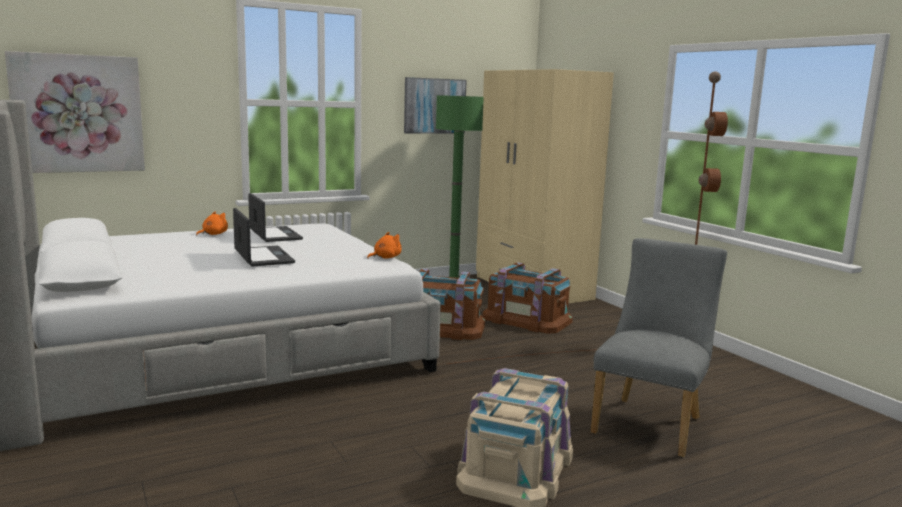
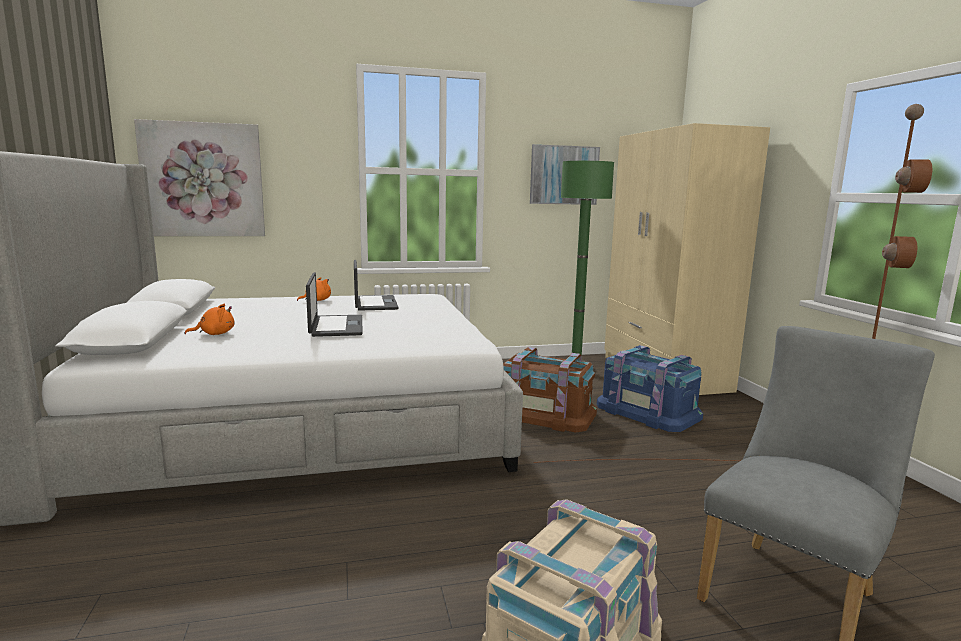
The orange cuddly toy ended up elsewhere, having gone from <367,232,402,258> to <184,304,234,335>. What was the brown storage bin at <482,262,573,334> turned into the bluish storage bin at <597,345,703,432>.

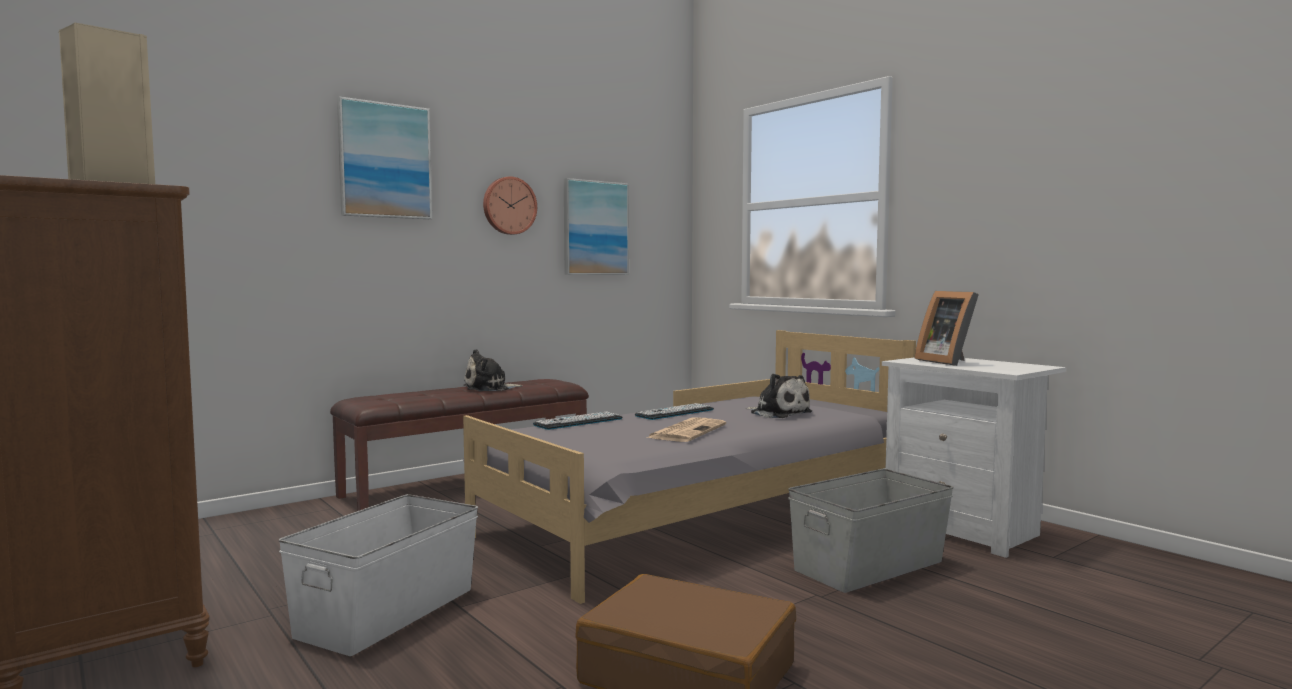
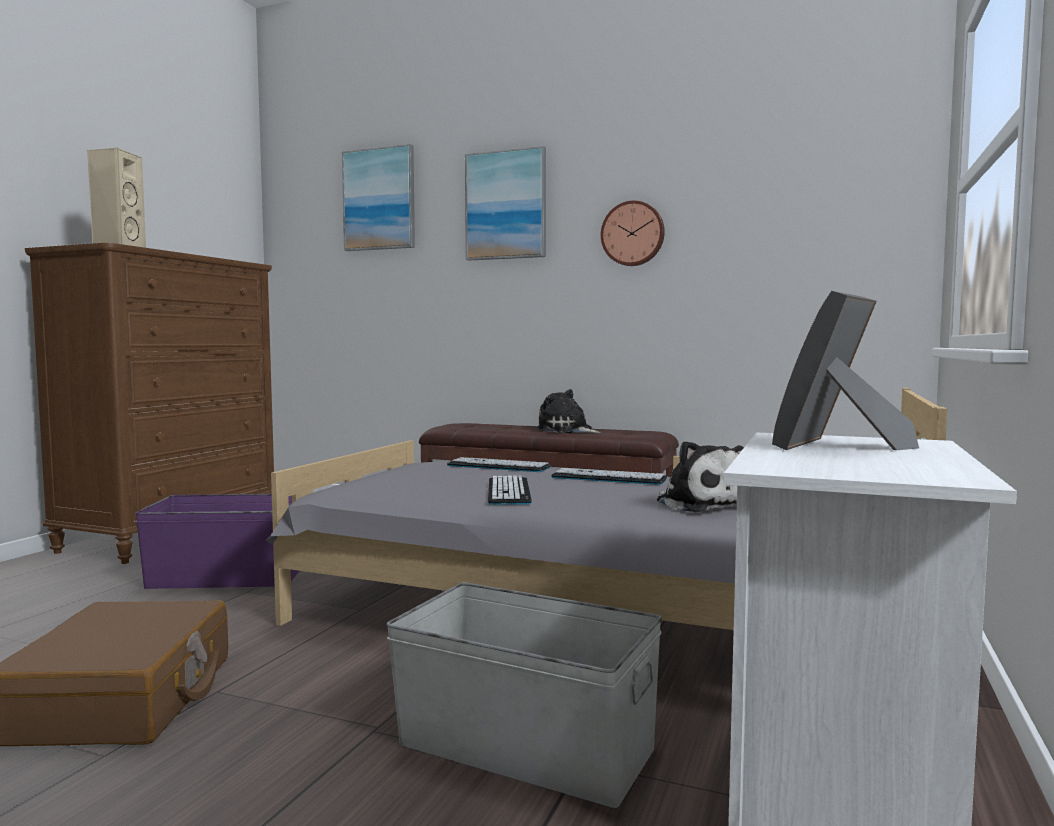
The wall art ended up elsewhere, having gone from <564,178,629,275> to <342,144,415,251>. The cuddly toy at <746,374,812,418> ended up facing another way, 45 degrees counterclockwise from before. Where the printed paper stood at <646,417,726,442>, the keyboard came to stand at <488,475,532,505>. What was the white storage bin at <279,494,478,656> turned into the purplish storage bin at <135,494,299,589>.

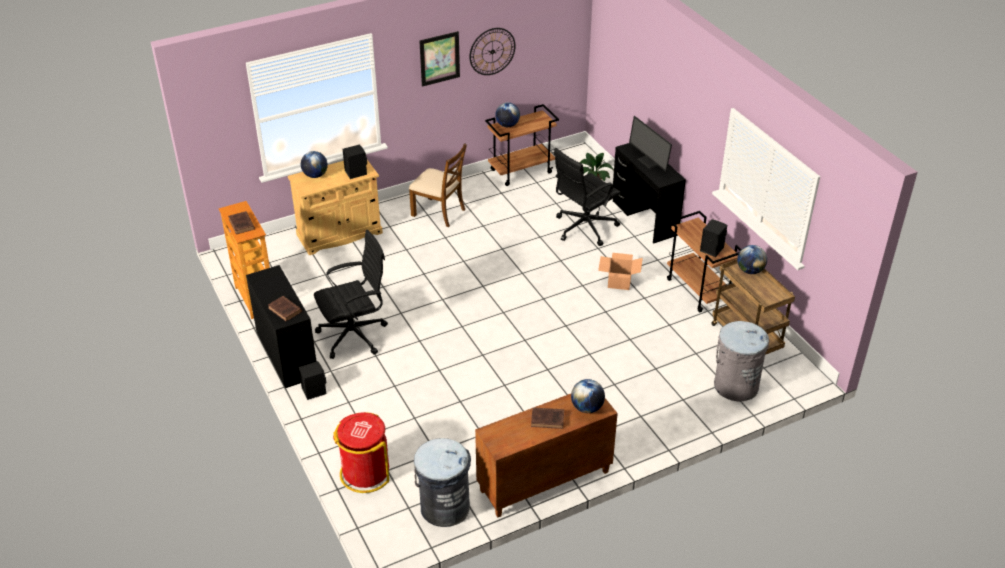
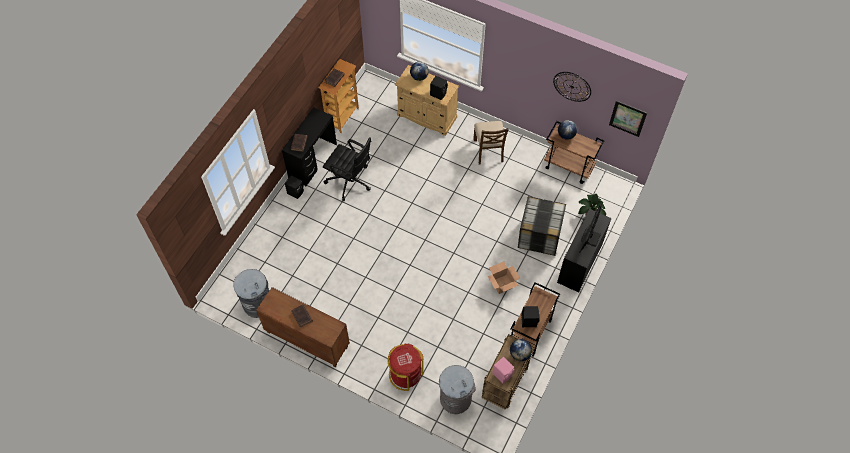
The wall art ended up elsewhere, having gone from <419,31,460,87> to <609,100,647,137>. Where the black office chair stood at <554,148,621,246>, the storage bin came to stand at <518,196,566,256>. The second view lost the globe at <571,379,605,413>. The reddish rubbish bin ended up elsewhere, having gone from <333,412,389,493> to <388,344,424,391>. The second view gained the pink loudspeaker at <493,357,515,384>.

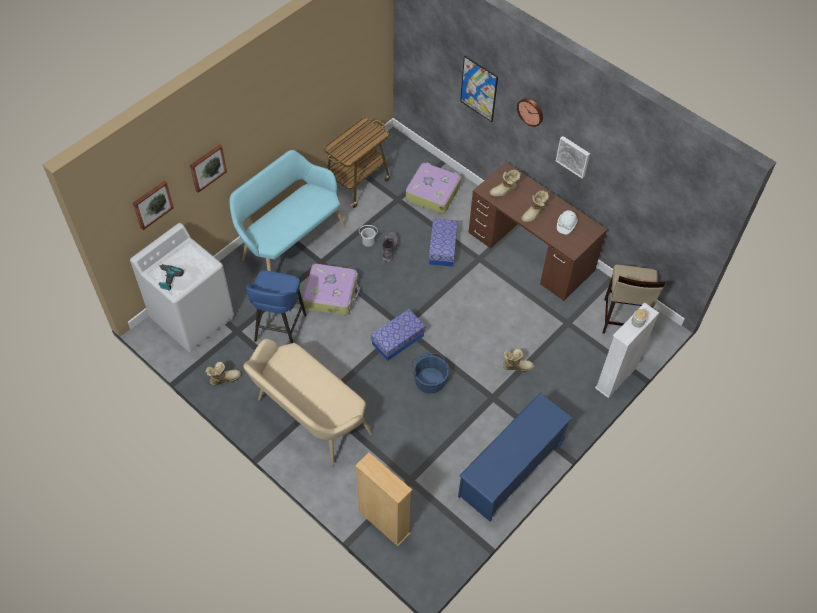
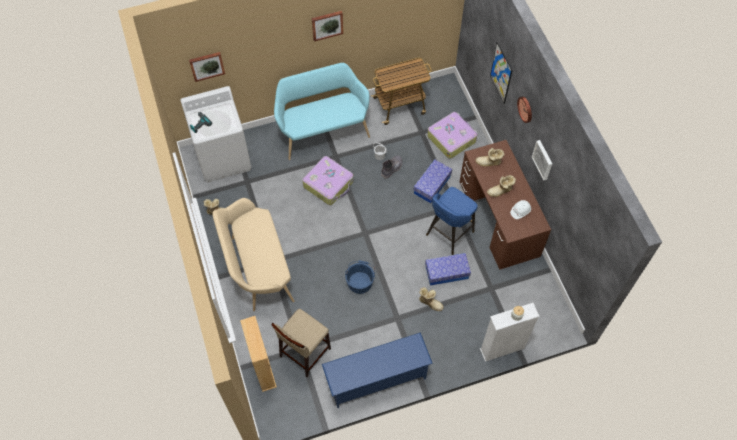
The wall art ended up elsewhere, having gone from <190,144,227,193> to <312,11,343,41>. The beige-coloured sitting stool ended up elsewhere, having gone from <603,264,665,334> to <271,308,331,377>. The bluish sitting stool ended up elsewhere, having gone from <246,270,307,343> to <426,187,478,255>. The storage bin ended up elsewhere, having gone from <371,309,426,361> to <425,253,471,286>.

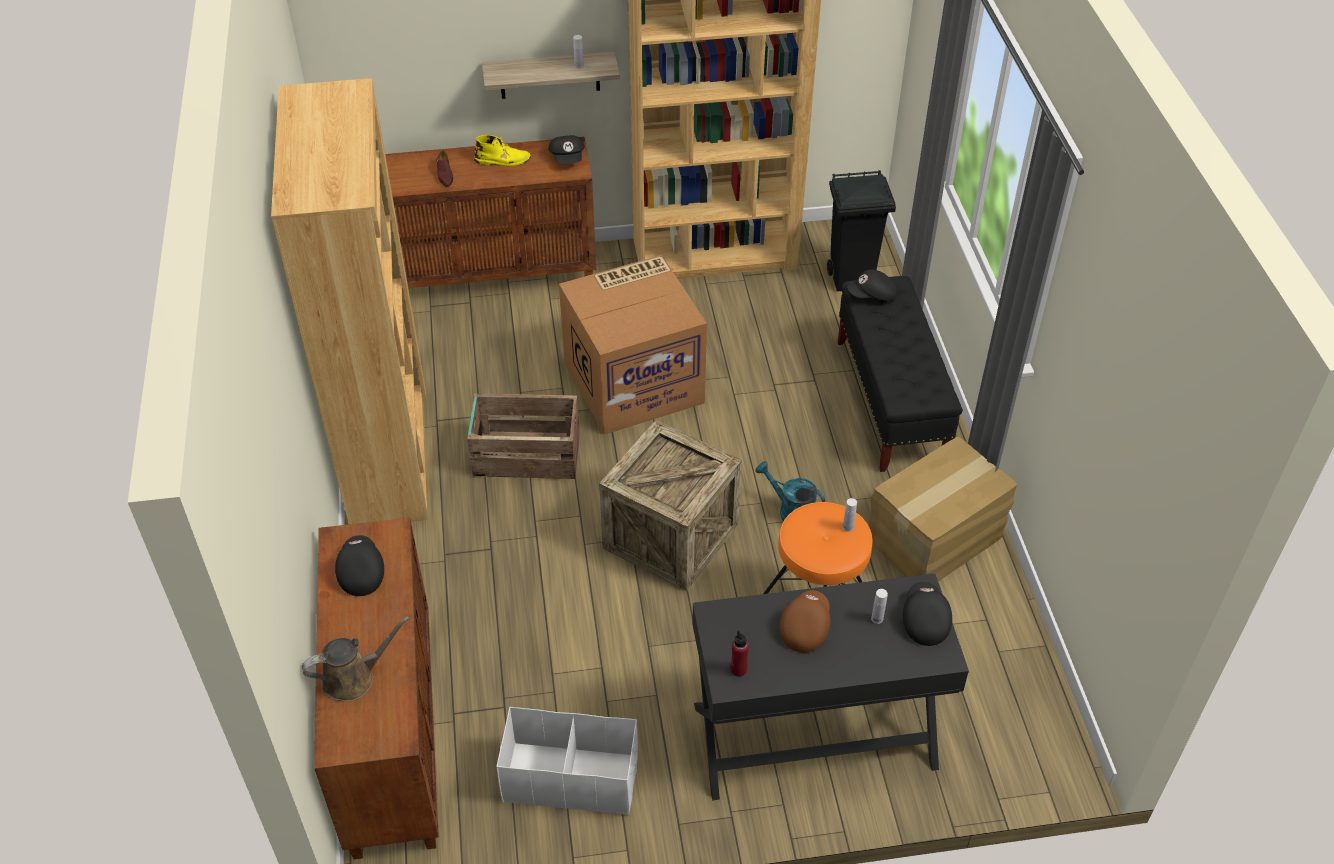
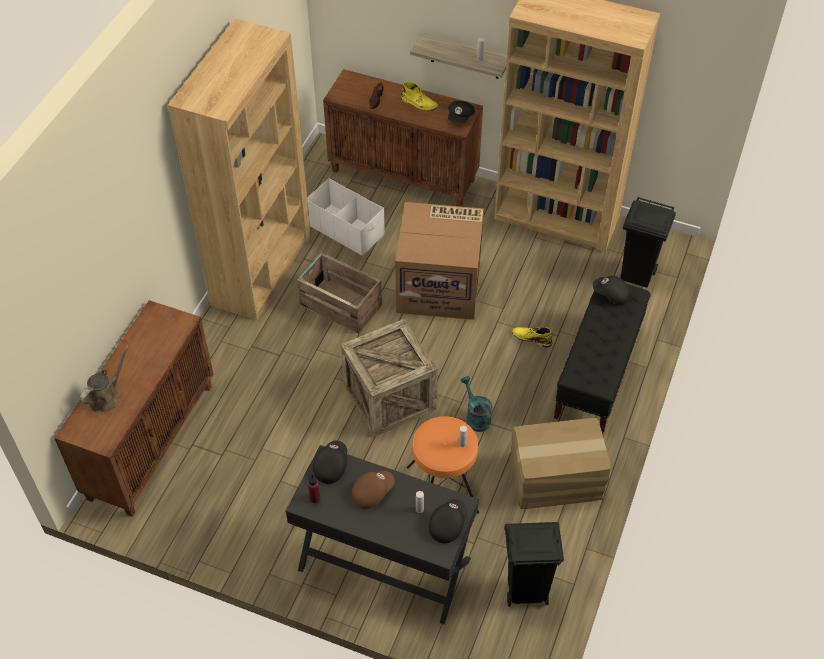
The black baseball cap ended up elsewhere, having gone from <335,535,384,596> to <313,441,347,484>. The brown watering can at <302,616,410,702> ended up facing another way, 60 degrees counterclockwise from before. The white storage bin ended up elsewhere, having gone from <496,707,638,816> to <307,178,385,256>. The second view gained the yellow tall boot at <512,327,553,348>. The second view gained the black rubbish bin at <505,522,564,607>.

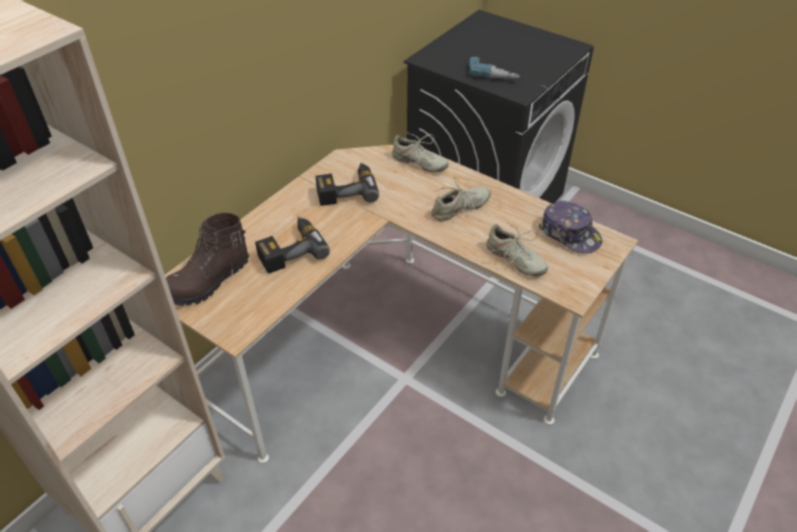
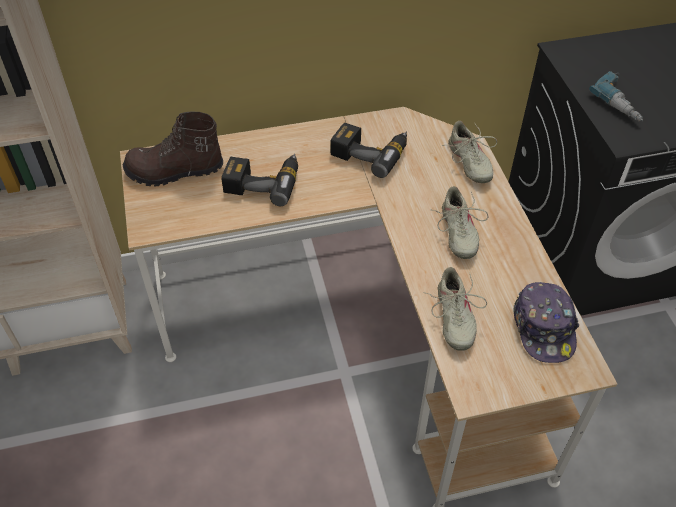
The beige-coloured shoe at <431,176,491,222> ended up facing another way, 75 degrees clockwise from before.

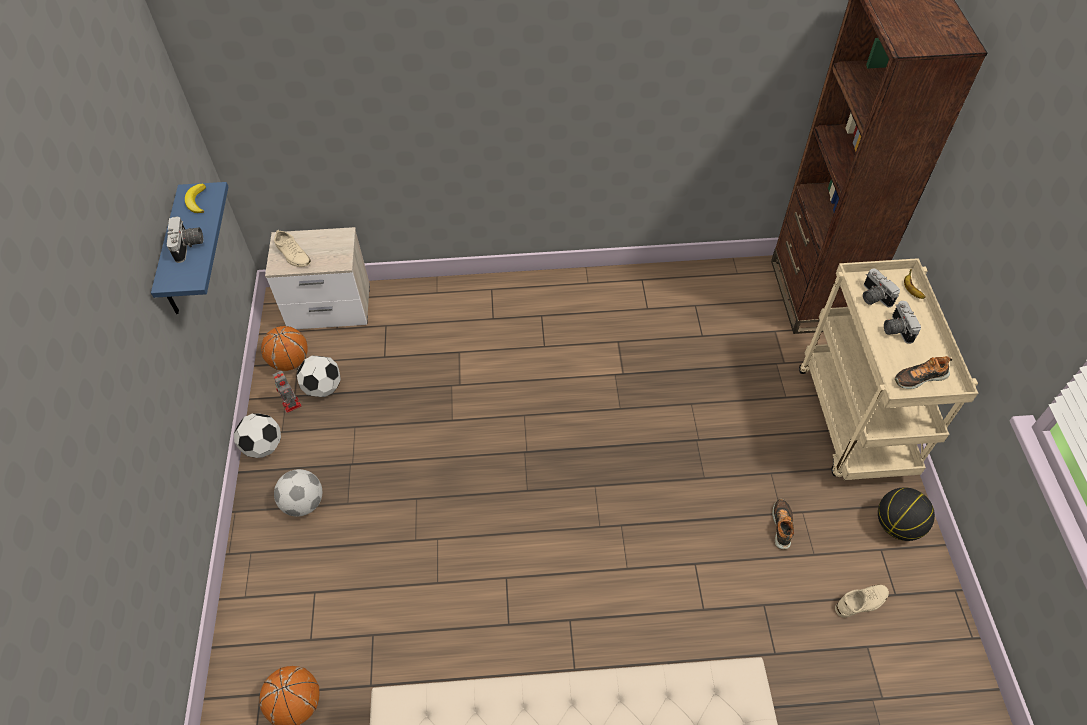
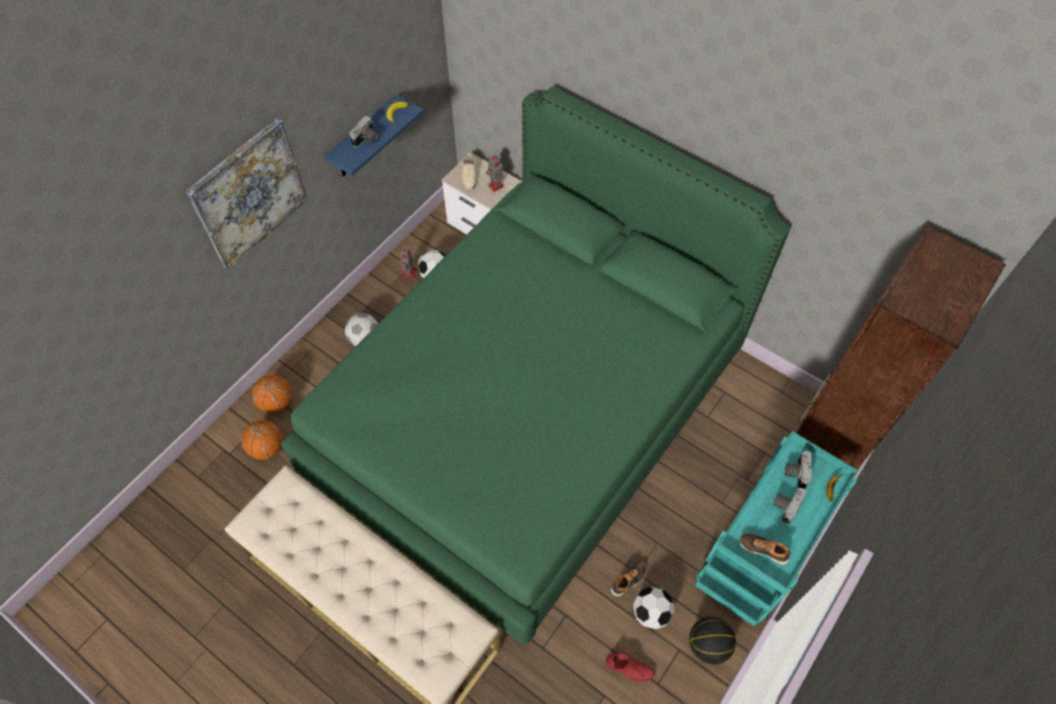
What was the beige-coloured trolley at <799,258,978,480> turned into the turquoise trolley at <695,431,858,626>. The basketball ball ended up elsewhere, having gone from <261,326,308,371> to <252,375,292,413>. The football ball ended up elsewhere, having gone from <234,413,281,458> to <633,587,675,629>. What was the beige-coloured shoe at <835,585,889,618> turned into the reddish shoe at <606,653,655,682>. The second view gained the greenish sleeping bed at <281,86,790,645>. The second view gained the wall art at <186,118,308,270>. The second view gained the toy robot at <486,154,504,192>.

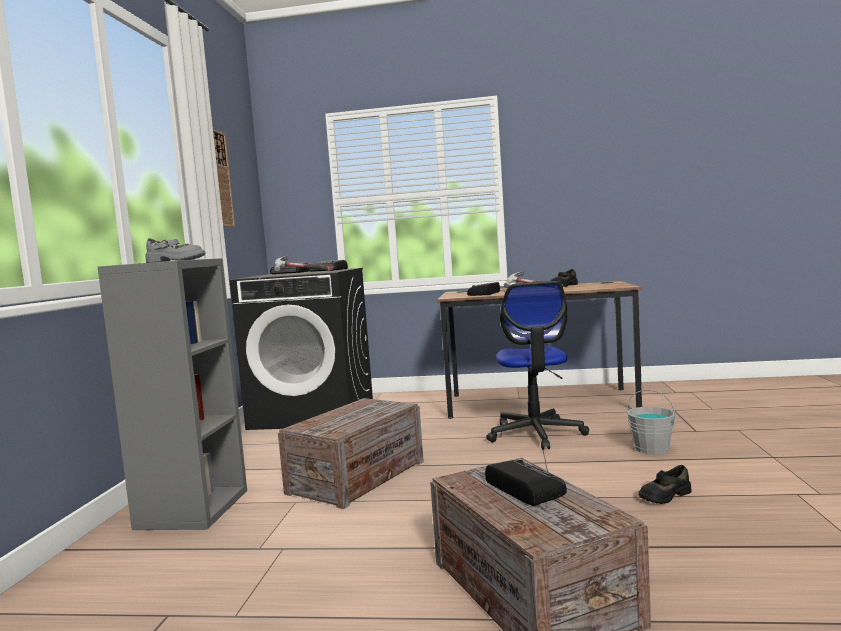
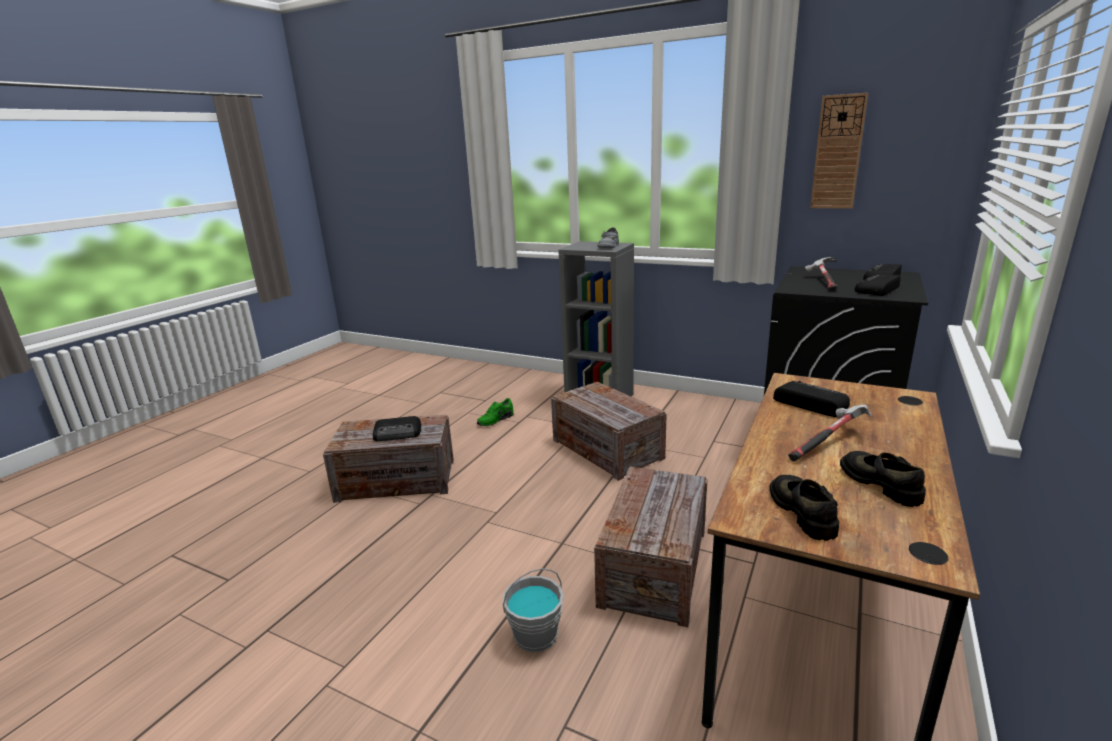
Where the office chair stood at <486,281,589,450>, the packing crate came to stand at <594,467,708,627>. The black shoe ended up elsewhere, having gone from <638,465,692,504> to <770,475,839,541>. The second view gained the greenish shoe at <477,398,514,426>.

